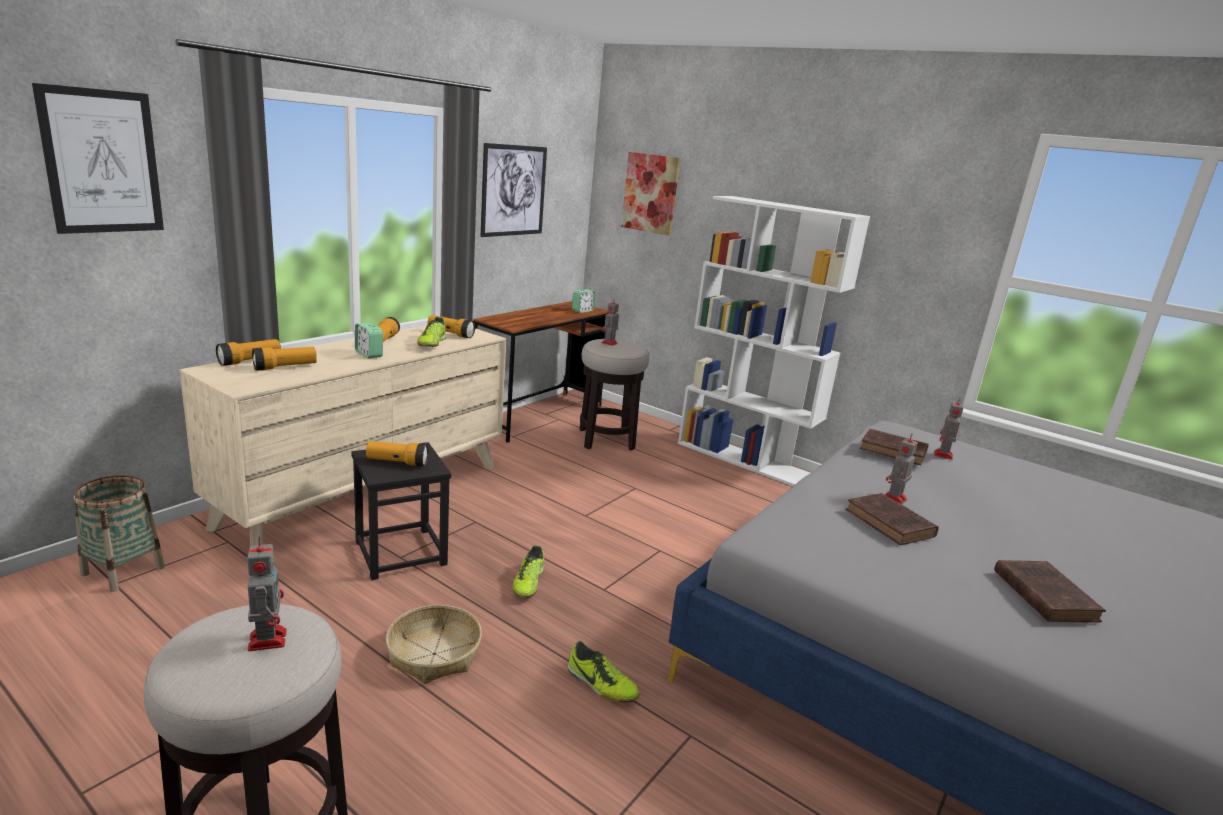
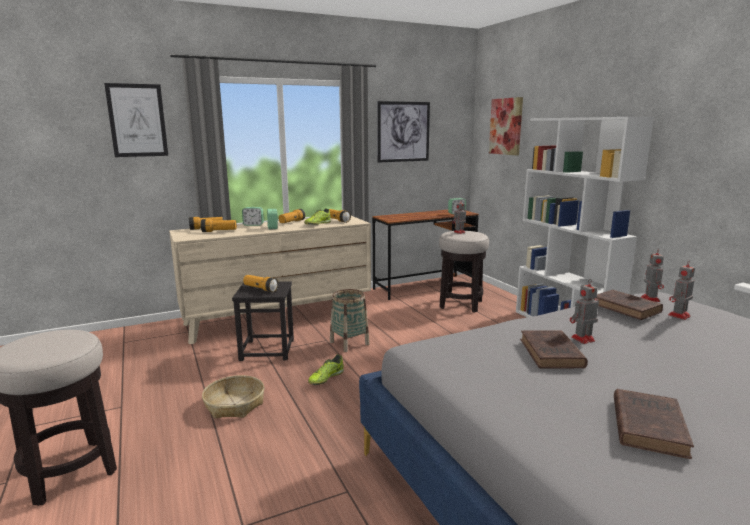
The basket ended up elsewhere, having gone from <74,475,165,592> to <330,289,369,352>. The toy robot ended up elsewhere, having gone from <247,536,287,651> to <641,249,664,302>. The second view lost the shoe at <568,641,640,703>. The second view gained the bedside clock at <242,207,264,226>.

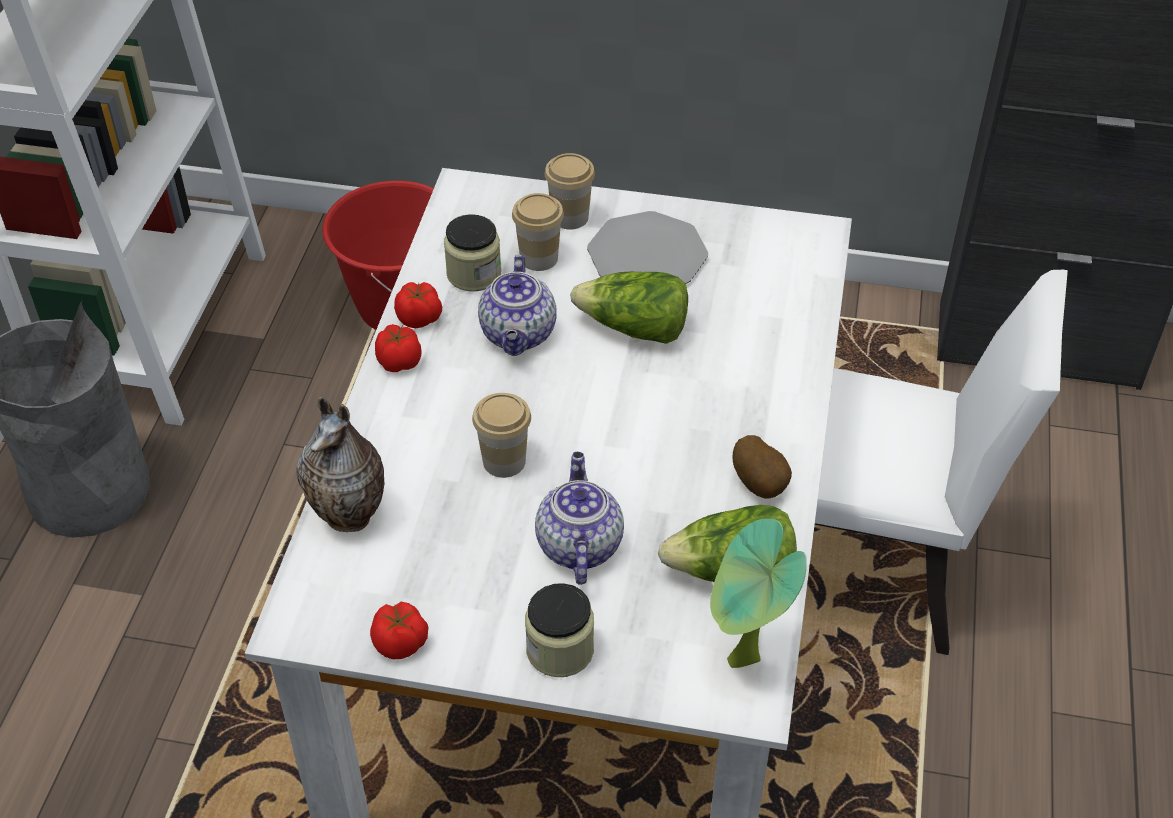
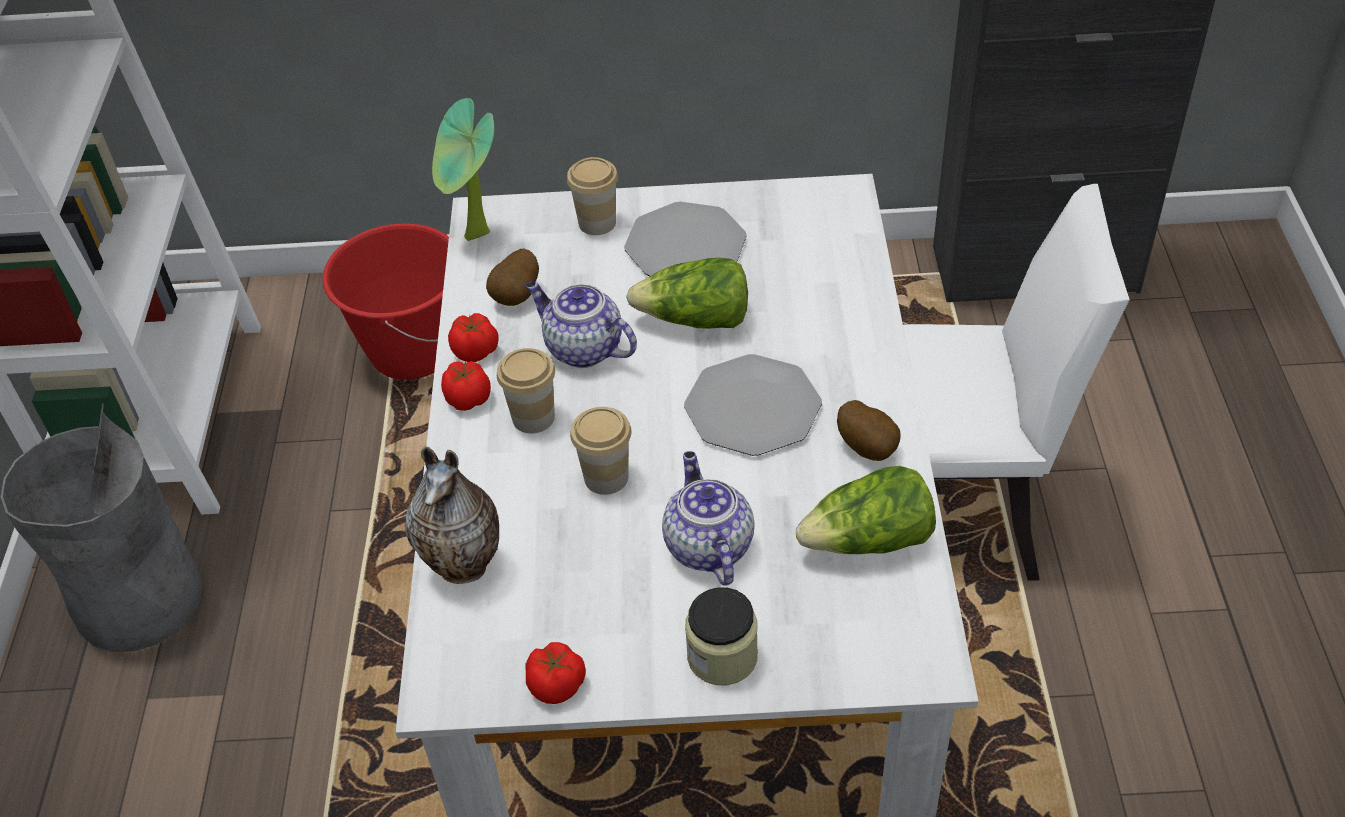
The drinking cup ended up elsewhere, having gone from <512,193,564,271> to <497,348,555,433>. Where the jar stood at <444,214,501,292>, the potato came to stand at <486,249,539,306>. The tea pot at <478,255,557,356> ended up facing another way, 135 degrees clockwise from before. The plant in a pot ended up elsewhere, having gone from <710,518,807,668> to <432,98,494,241>. The second view gained the plate at <684,354,822,456>.

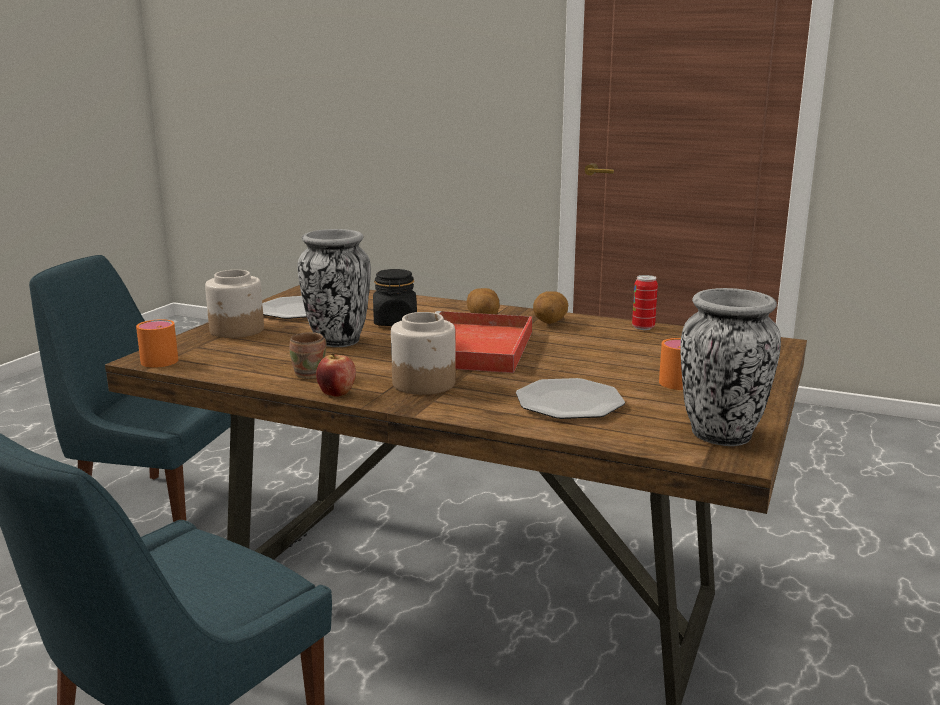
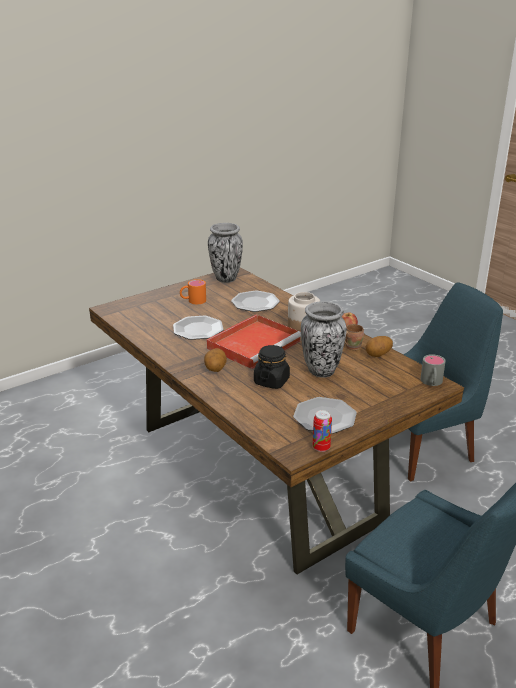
The second view lost the jar at <205,270,264,338>. The metal can ended up elsewhere, having gone from <632,275,658,330> to <313,410,332,452>. The potato ended up elsewhere, having gone from <533,291,568,324> to <365,336,393,357>. What was the orange coffee mug at <136,319,178,368> turned into the greyish coffee mug at <420,354,446,386>. The second view gained the plate at <173,316,224,340>.

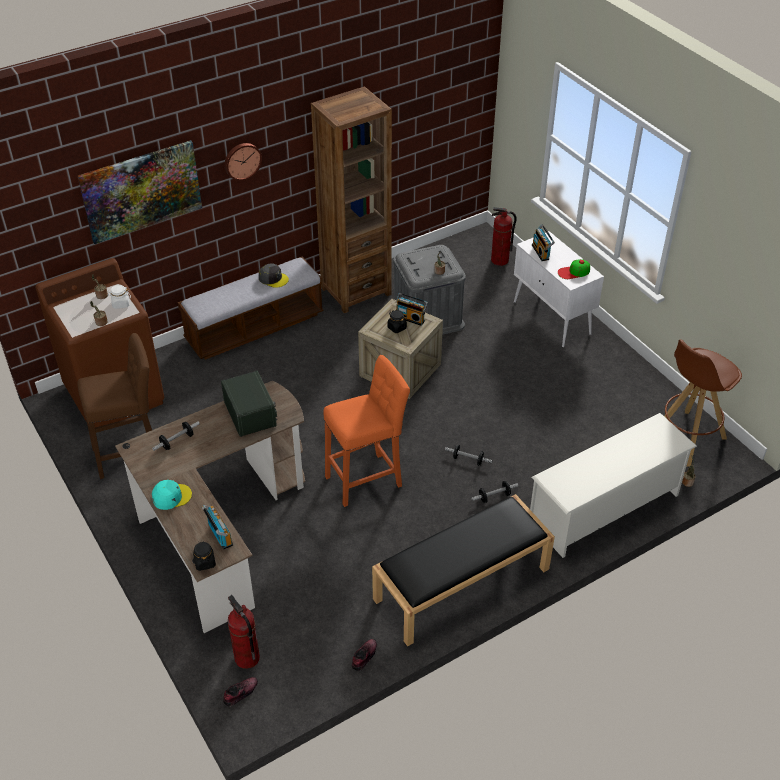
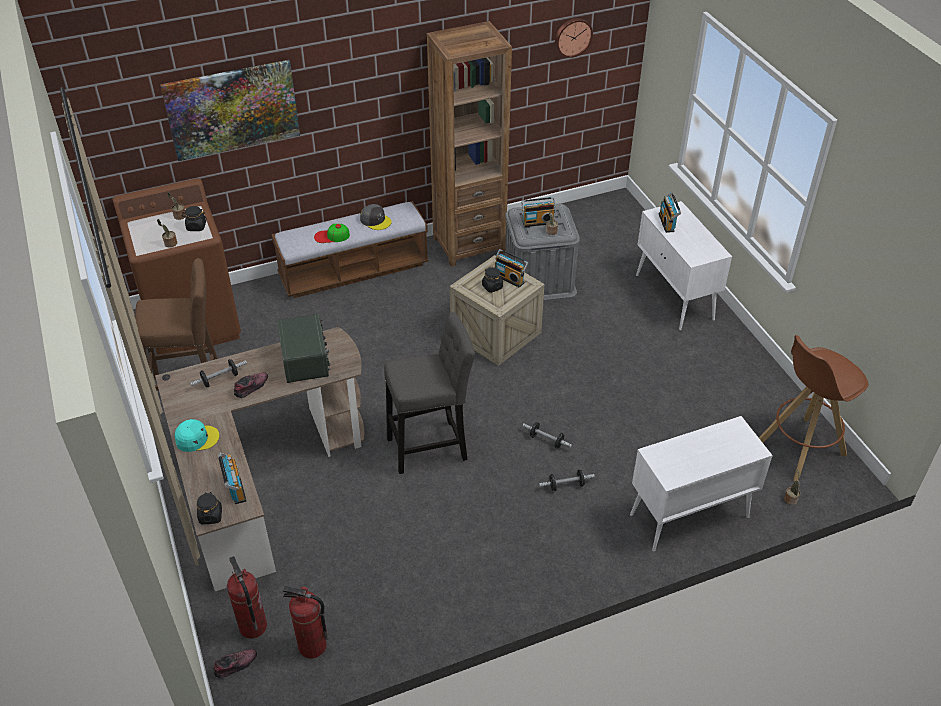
The wall clock ended up elsewhere, having gone from <225,143,262,181> to <555,18,593,58>. The fire extinguisher ended up elsewhere, having gone from <491,207,517,266> to <283,586,328,658>. The baseball cap ended up elsewhere, having gone from <558,259,590,279> to <314,224,350,243>. What was the white jar at <107,285,131,309> turned into the black jar at <182,206,207,231>. What was the orange sitting stool at <324,355,410,507> turned into the greyish sitting stool at <384,312,475,474>. Where the white shoe rack stood at <530,413,697,558>, the white cabinet came to stand at <630,416,773,552>. The second view lost the black long seat at <372,494,555,646>. The shoe ended up elsewhere, having gone from <352,639,377,671> to <234,372,268,398>. The second view gained the radio at <521,197,556,227>.

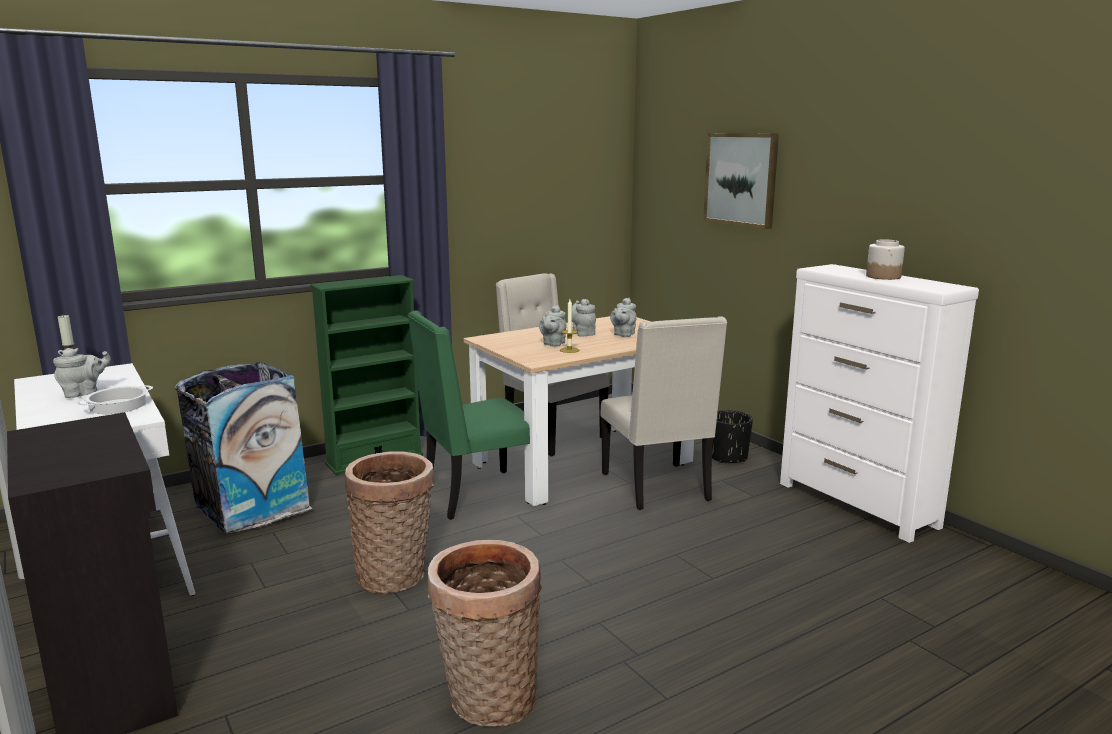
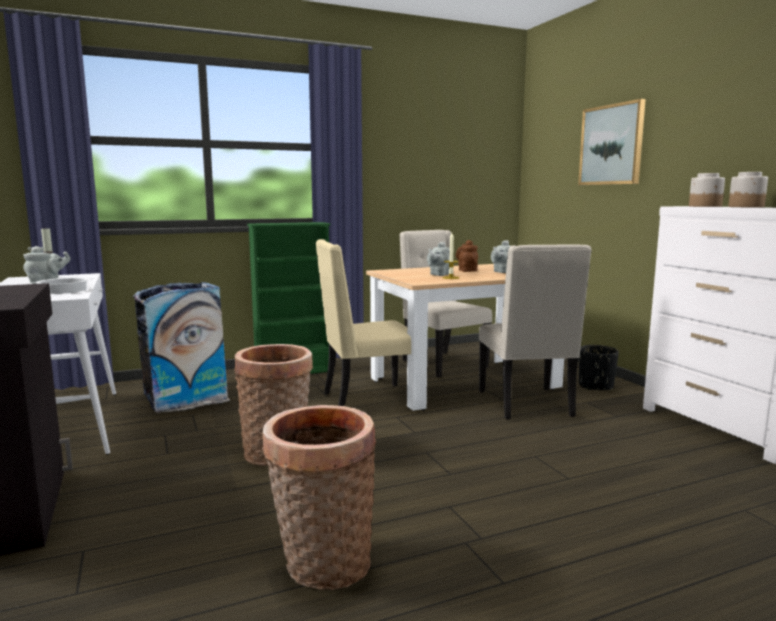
What was the greyish tea pot at <572,299,596,337> turned into the brown tea pot at <456,240,478,272>. What was the greenish upright chair at <408,311,530,520> turned into the beige-coloured upright chair at <315,239,411,406>. The second view gained the jar at <689,173,725,207>.

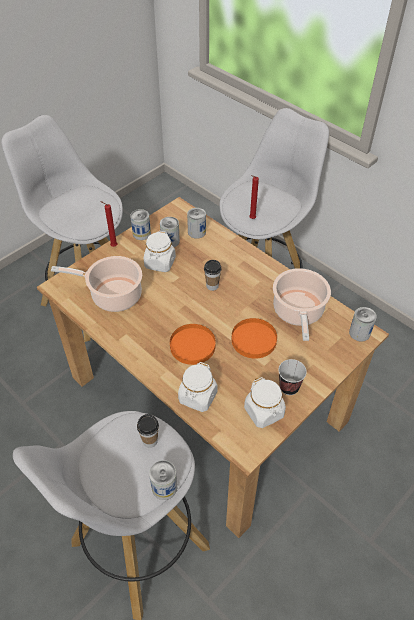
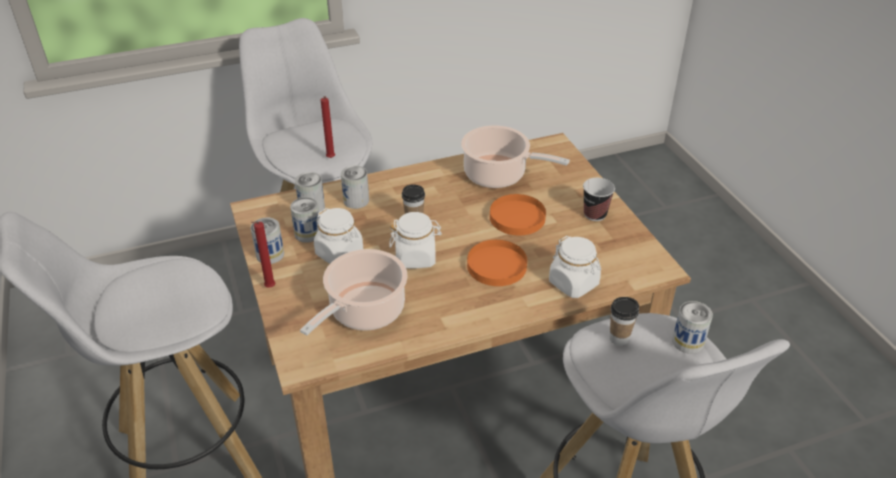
The metal can ended up elsewhere, having gone from <349,307,377,342> to <341,166,369,209>. The white jar ended up elsewhere, having gone from <244,377,286,428> to <389,212,442,268>.

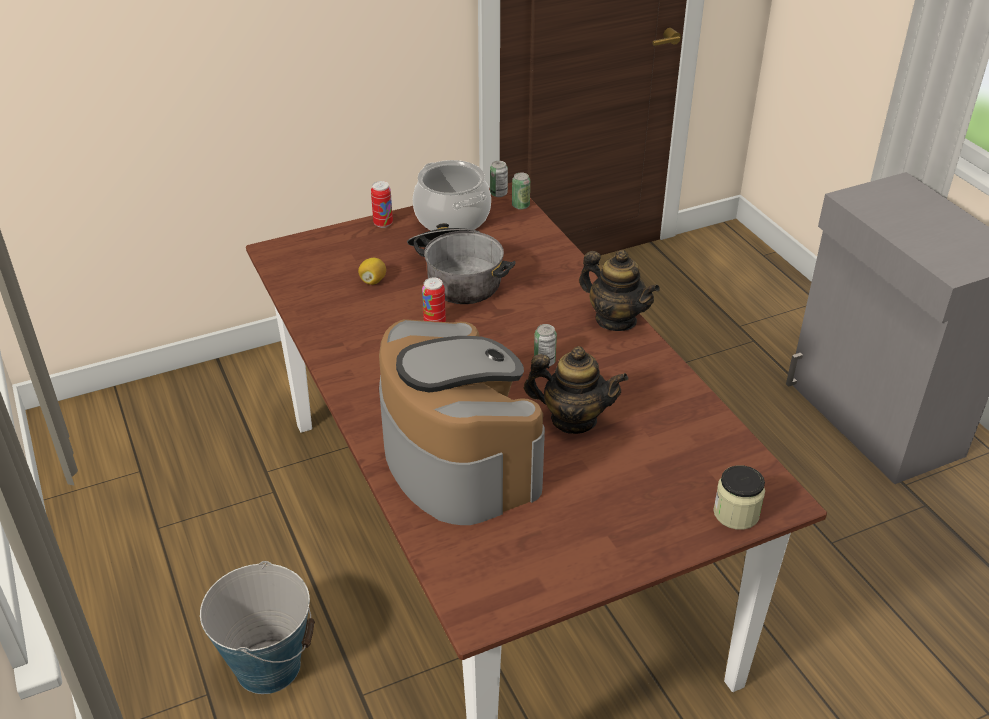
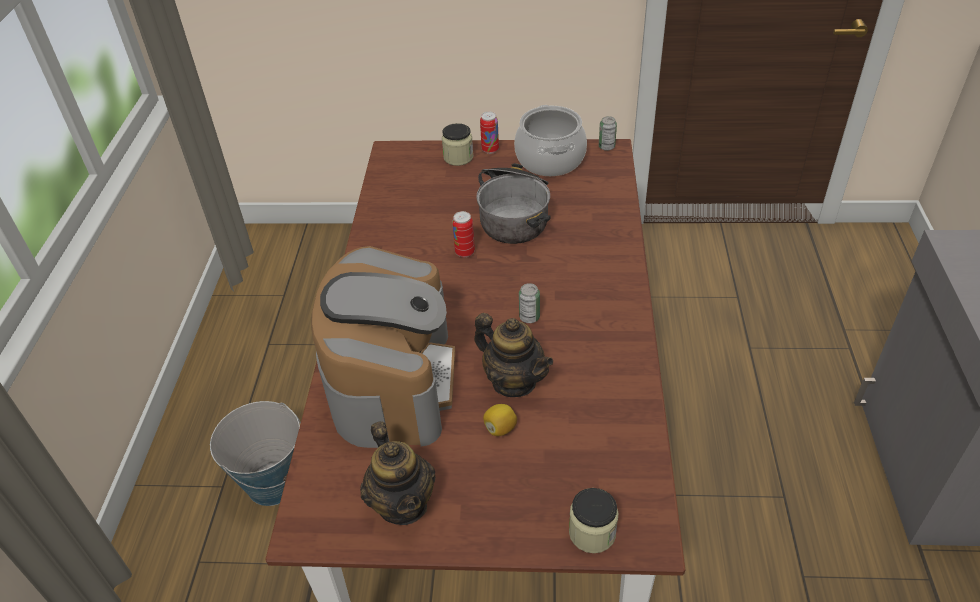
The second view lost the metal can at <512,172,530,210>. The tea pot ended up elsewhere, having gone from <579,250,660,331> to <360,421,436,525>. The whole lemon ended up elsewhere, having gone from <358,258,386,285> to <483,404,517,436>. The second view gained the jar at <442,123,473,166>.

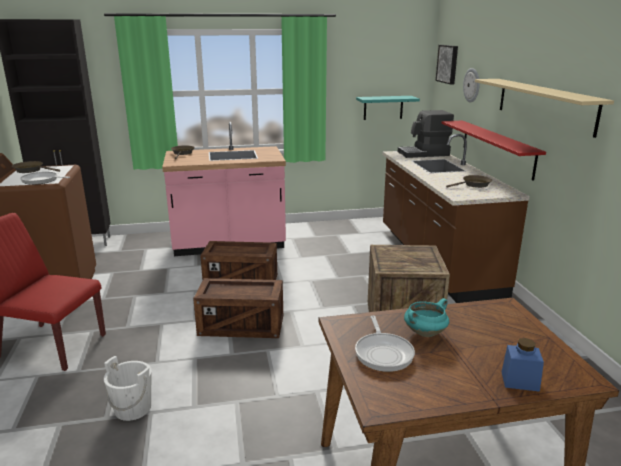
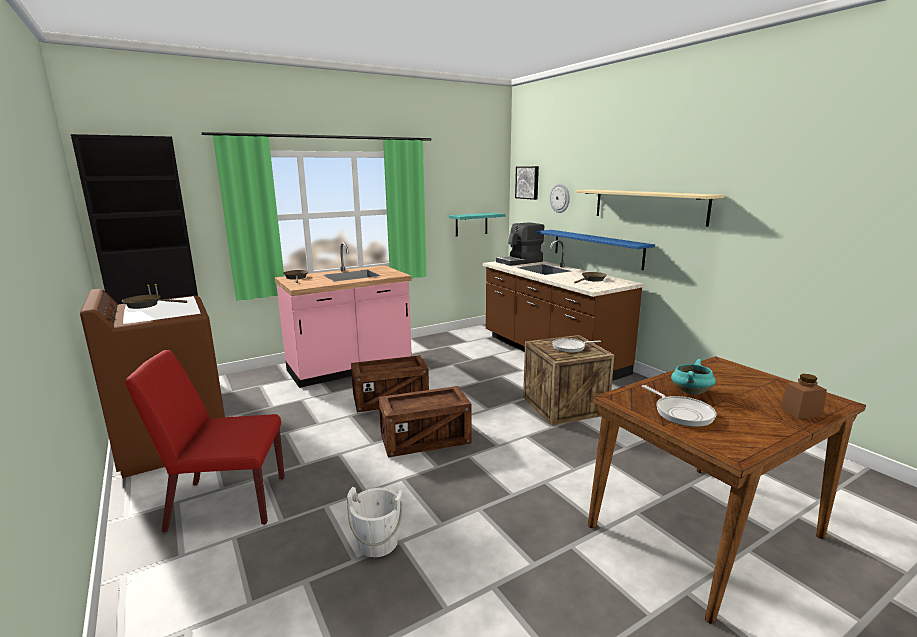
What was the reddish bracket shelf at <442,120,546,181> turned into the bluish bracket shelf at <536,230,655,270>. The pan ended up elsewhere, having gone from <20,172,70,185> to <552,338,601,353>. What was the bluish jar at <502,338,544,392> turned into the brown jar at <780,374,827,419>.

